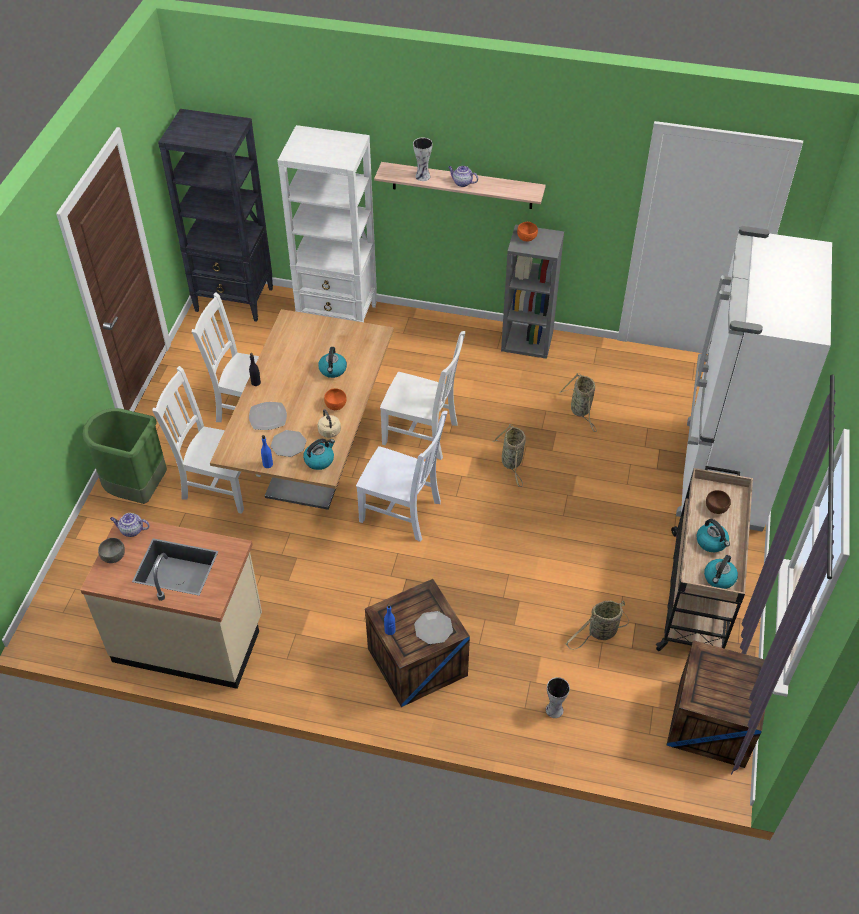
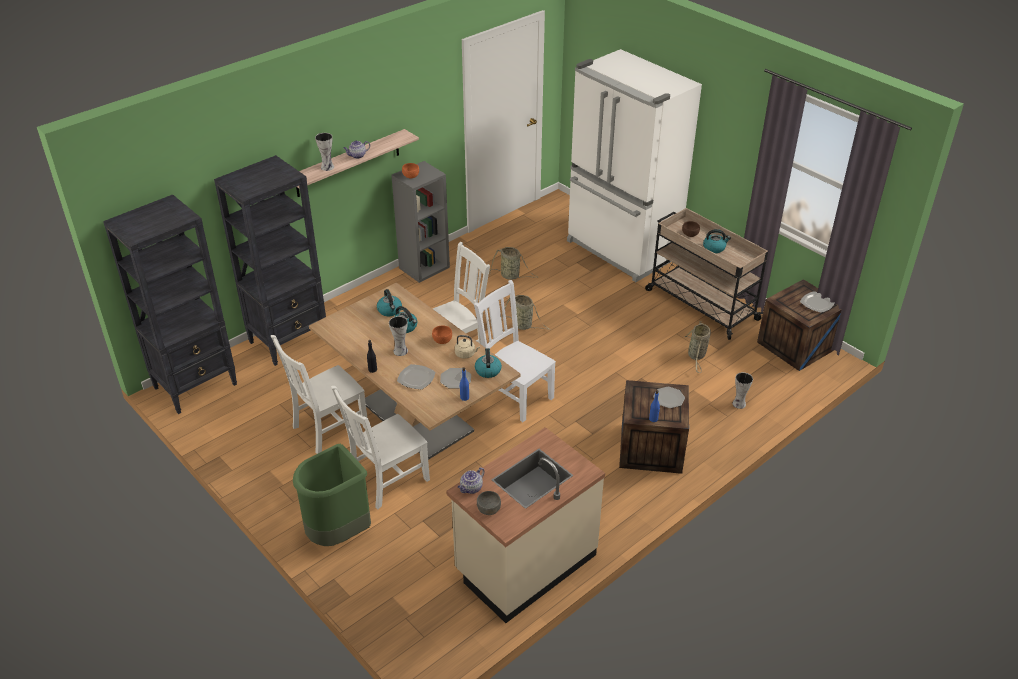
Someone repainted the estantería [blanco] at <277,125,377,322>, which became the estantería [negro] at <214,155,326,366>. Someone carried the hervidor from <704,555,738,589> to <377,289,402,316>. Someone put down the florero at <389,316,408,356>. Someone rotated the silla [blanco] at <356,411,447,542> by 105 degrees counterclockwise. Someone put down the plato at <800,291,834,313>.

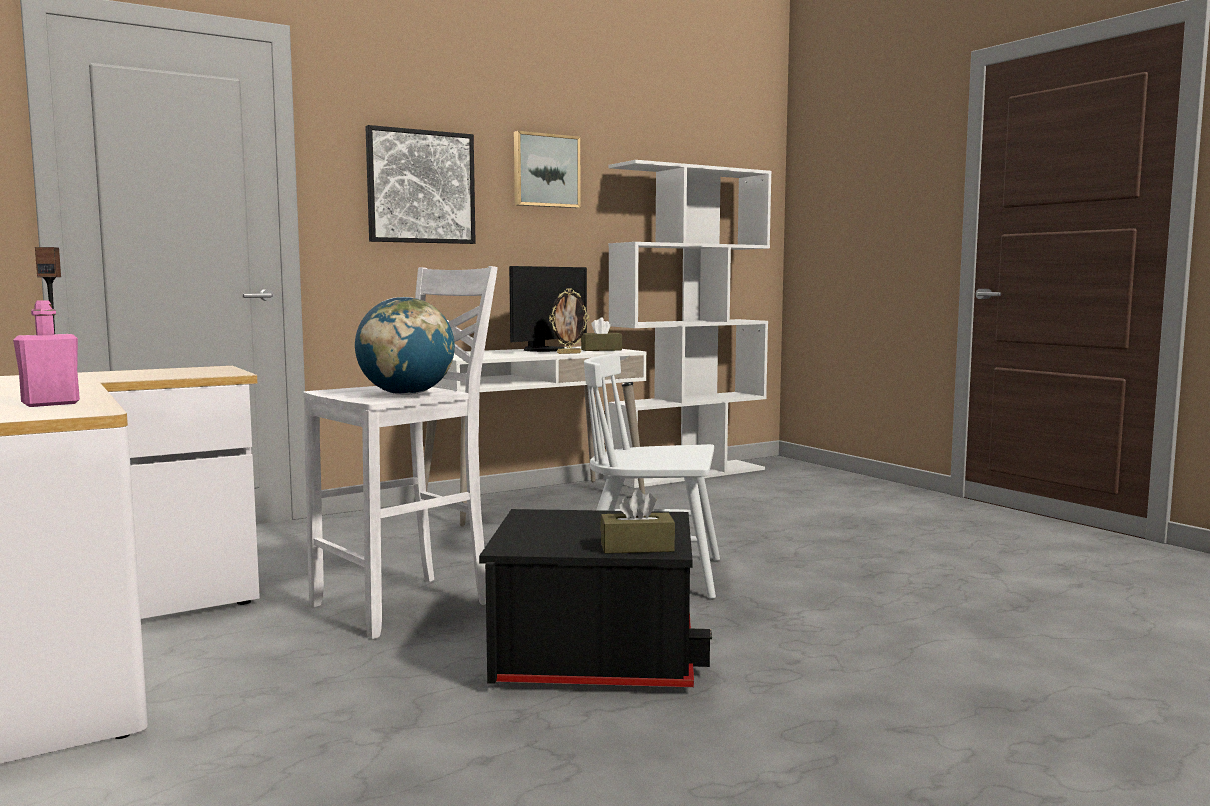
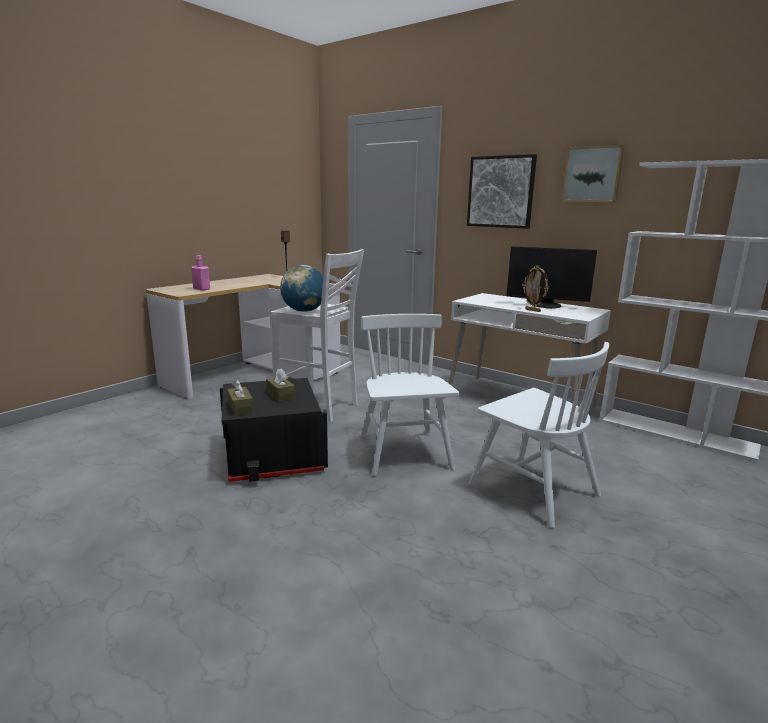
Someone carried the caja de pañuelos [marrón] from <581,317,622,351> to <266,368,295,402>. Someone put down the silla [blanco] at <468,342,609,528>.

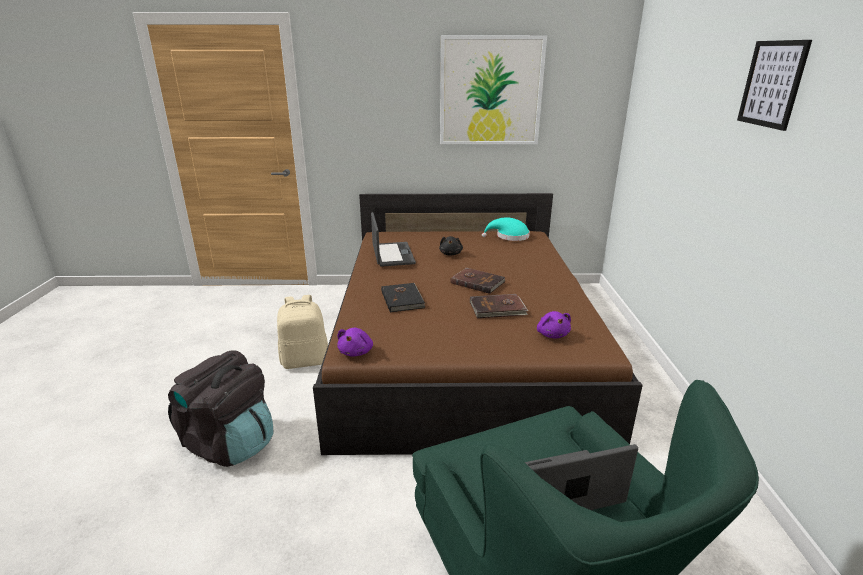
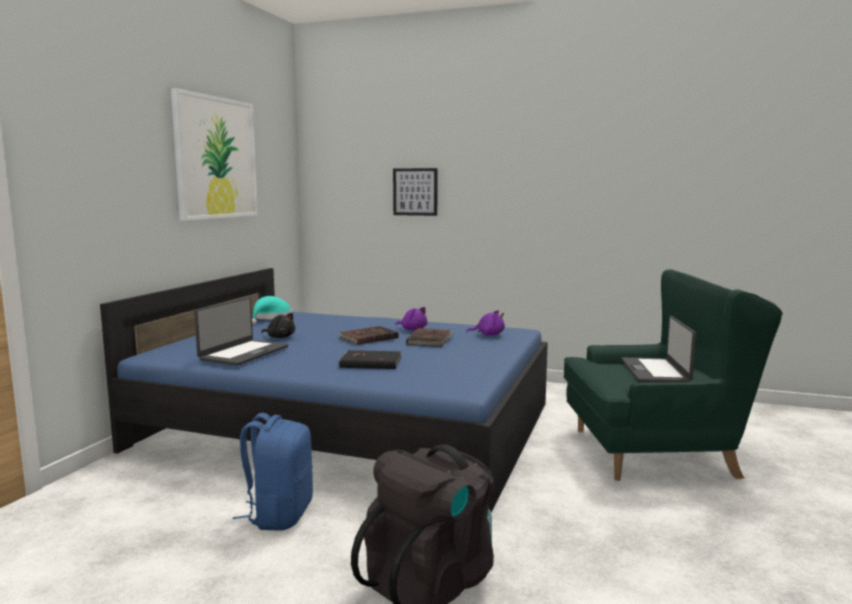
Someone repainted the cama [marrón] at <313,193,643,455>, which became the cama [azul] at <100,268,548,513>. Someone rotated the portátil at <371,212,416,267> by 105 degrees clockwise. Someone repainted the mochila [beis] at <277,295,328,369>, which became the mochila [azul] at <233,413,313,531>. Someone carried the cuadro from <737,40,812,131> to <393,168,437,216>. Someone carried the peluche [morado] from <337,328,373,356> to <395,307,428,330>.

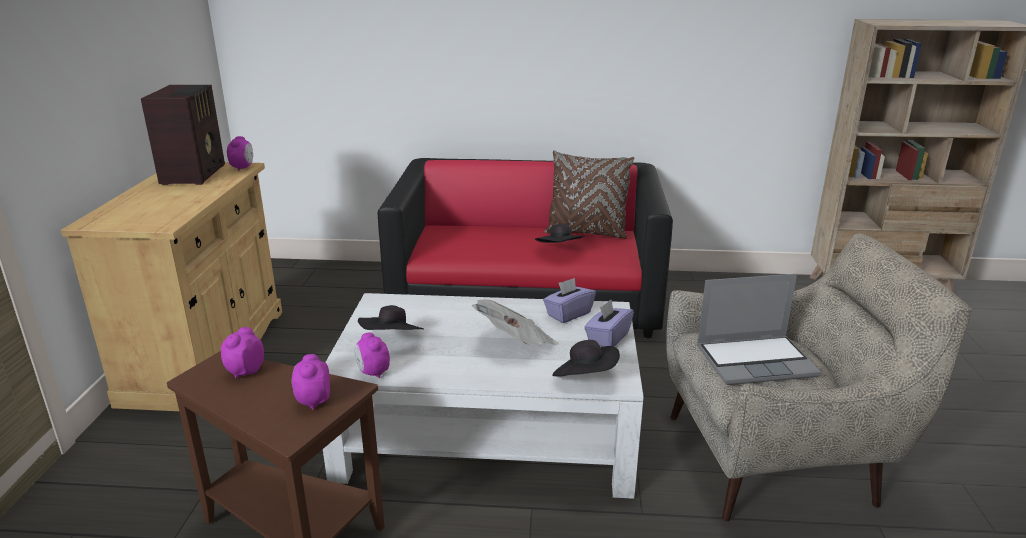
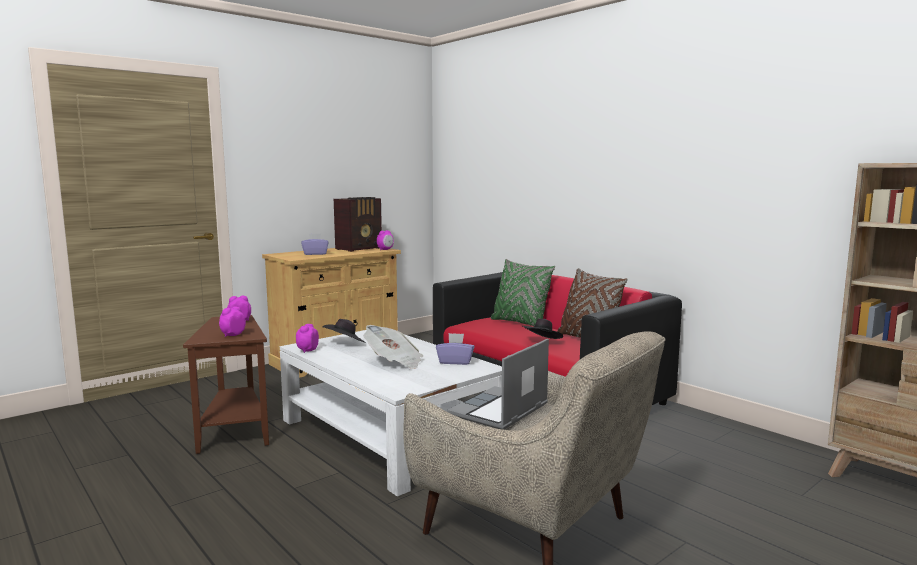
Someone carried the caja de pañuelos [morado] from <584,300,634,347> to <301,233,329,255>. Someone rotated the portátil at <697,274,821,385> by 90 degrees clockwise. Someone put down the cojín [verde] at <491,259,555,326>. Someone took away the sombrero [negro] at <552,340,620,376>.

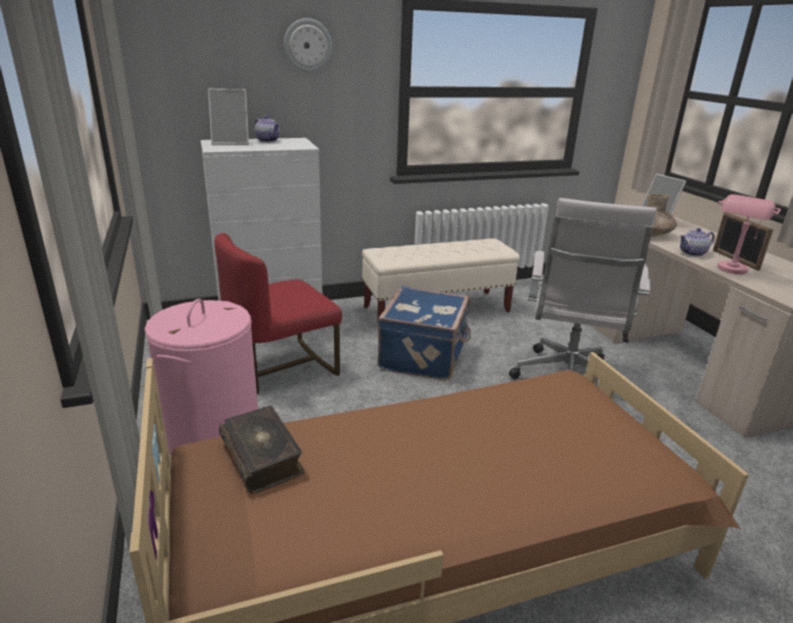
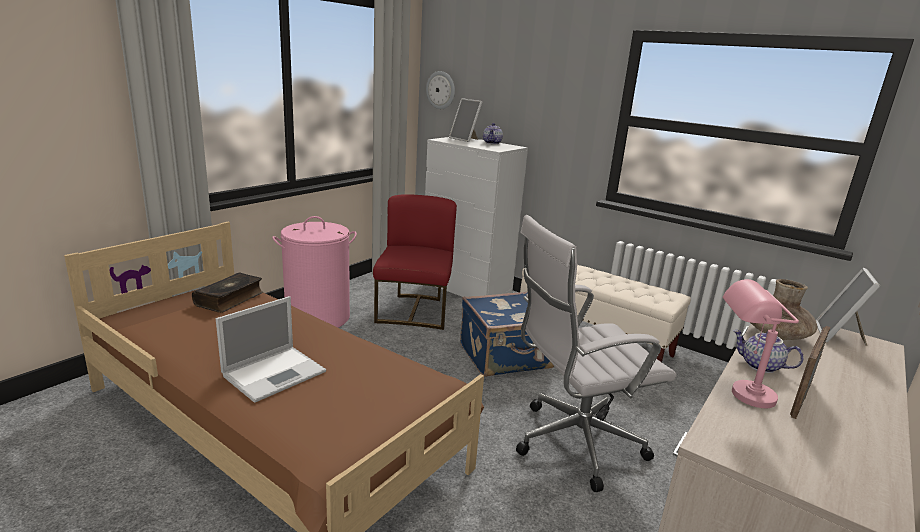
Someone put down the portátil at <216,296,326,403>. Someone rotated the silla [rojo] at <215,233,342,394> by 75 degrees clockwise. Someone carried the reloj de pared from <284,18,332,72> to <426,71,455,109>.

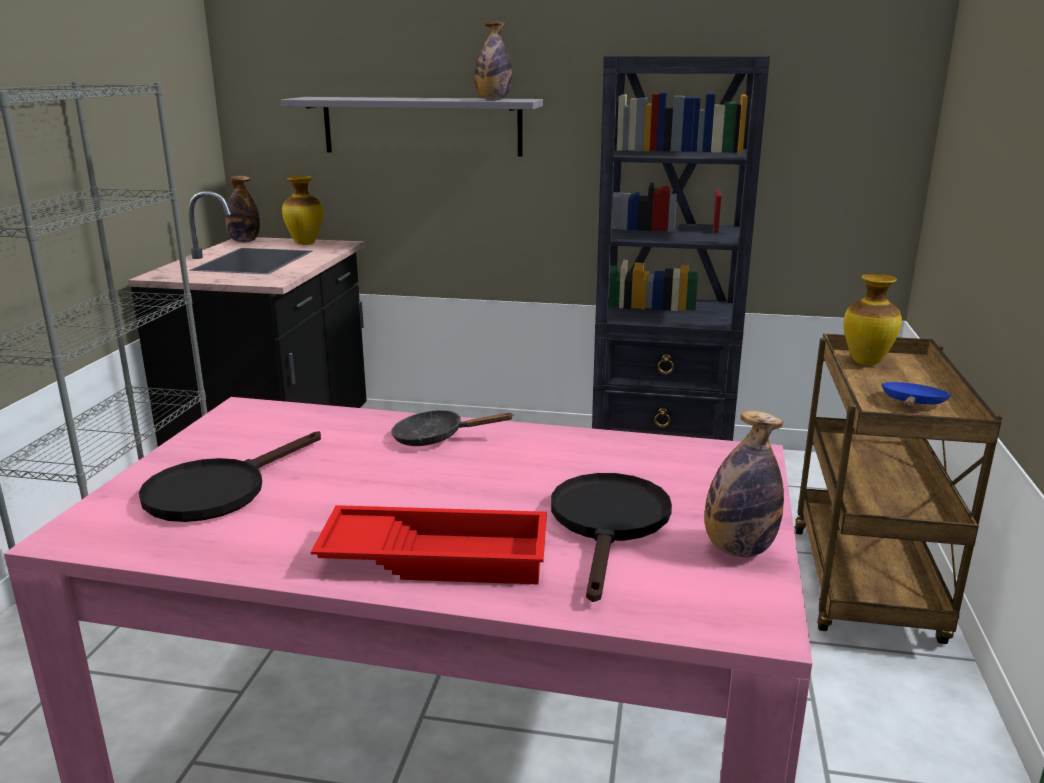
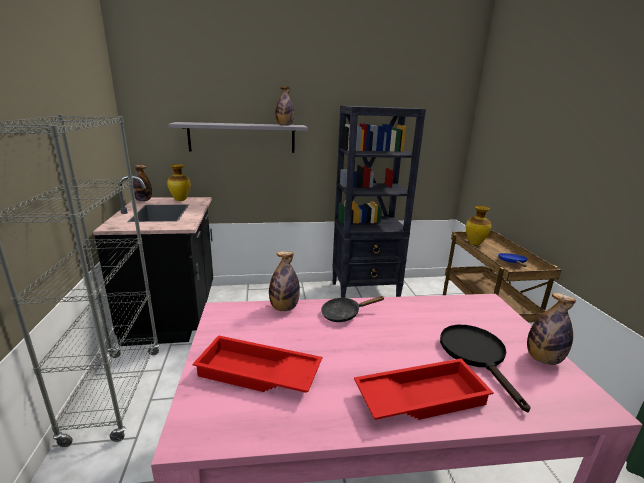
Someone swapped the sartén [negro] at <139,431,321,522> for the bandeja [rojo] at <193,335,322,393>. Someone put down the botella at <269,251,300,311>.

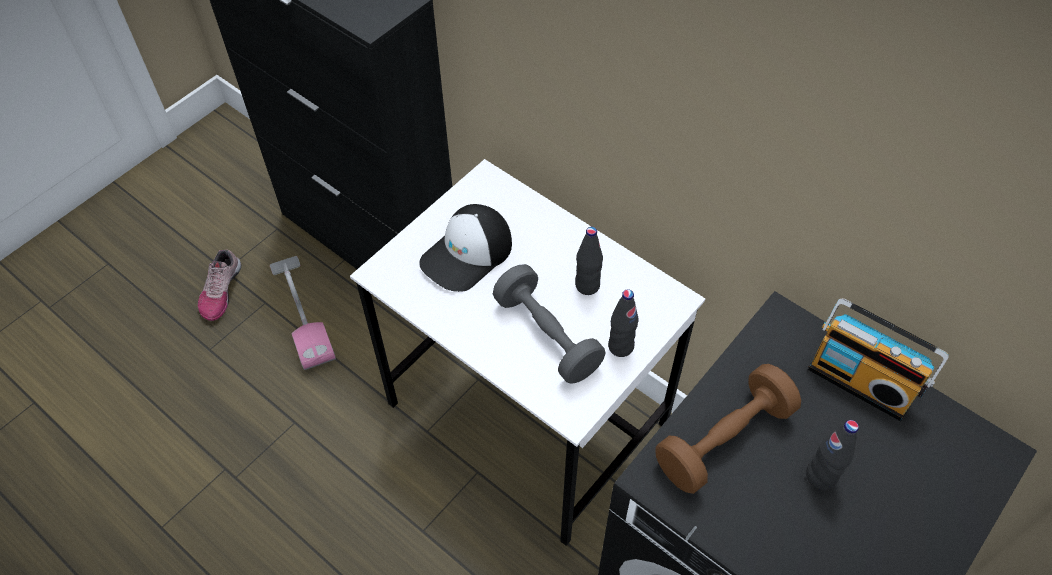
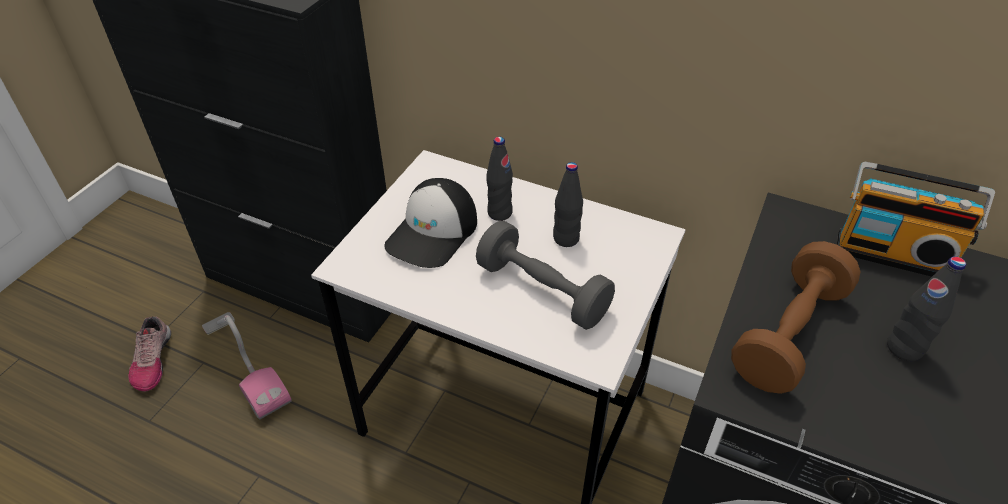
Someone carried the botella [negro] from <608,289,639,357> to <486,137,513,221>.

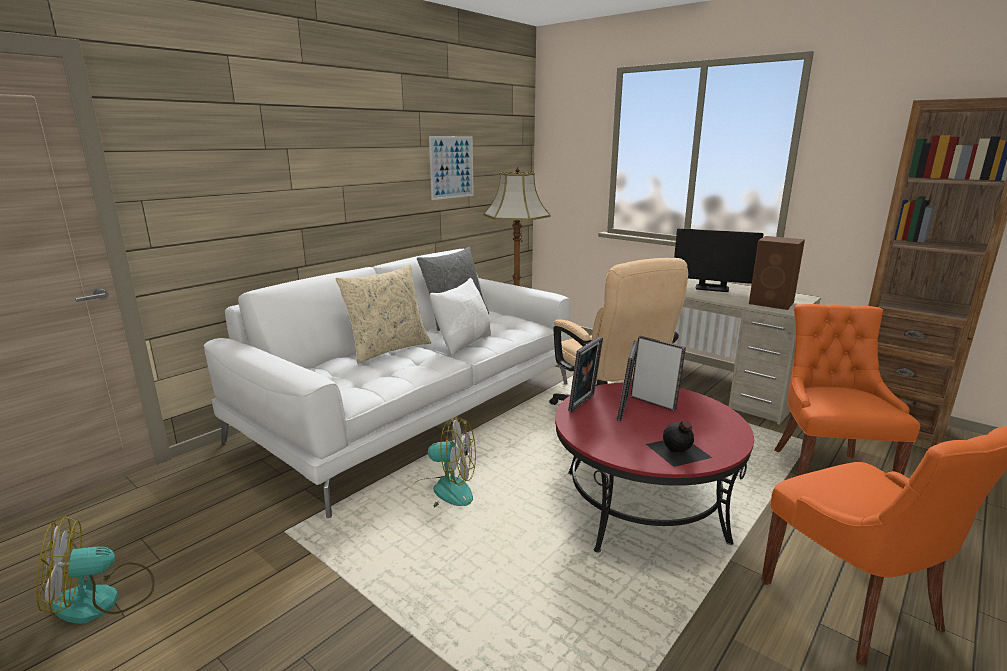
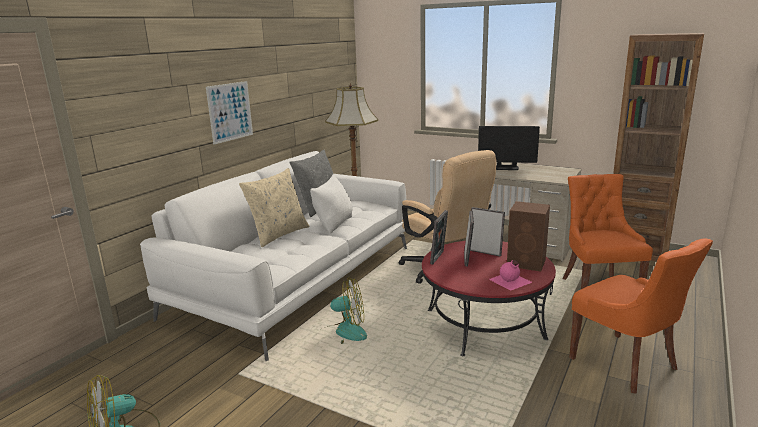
Someone carried the cuadro from <429,136,474,200> to <206,81,253,145>. Someone repainted the botella [negro] at <646,421,712,467>, which became the botella [rosa] at <489,260,532,291>. Someone carried the altavoz [marrón] from <749,236,805,310> to <507,201,550,272>.

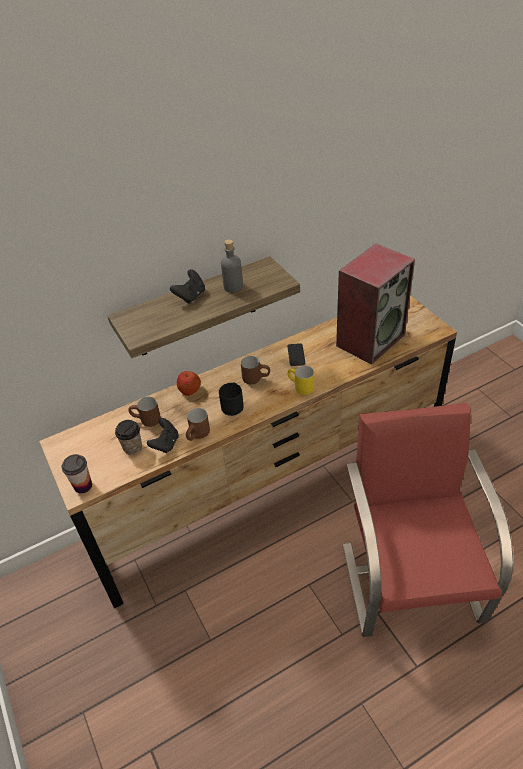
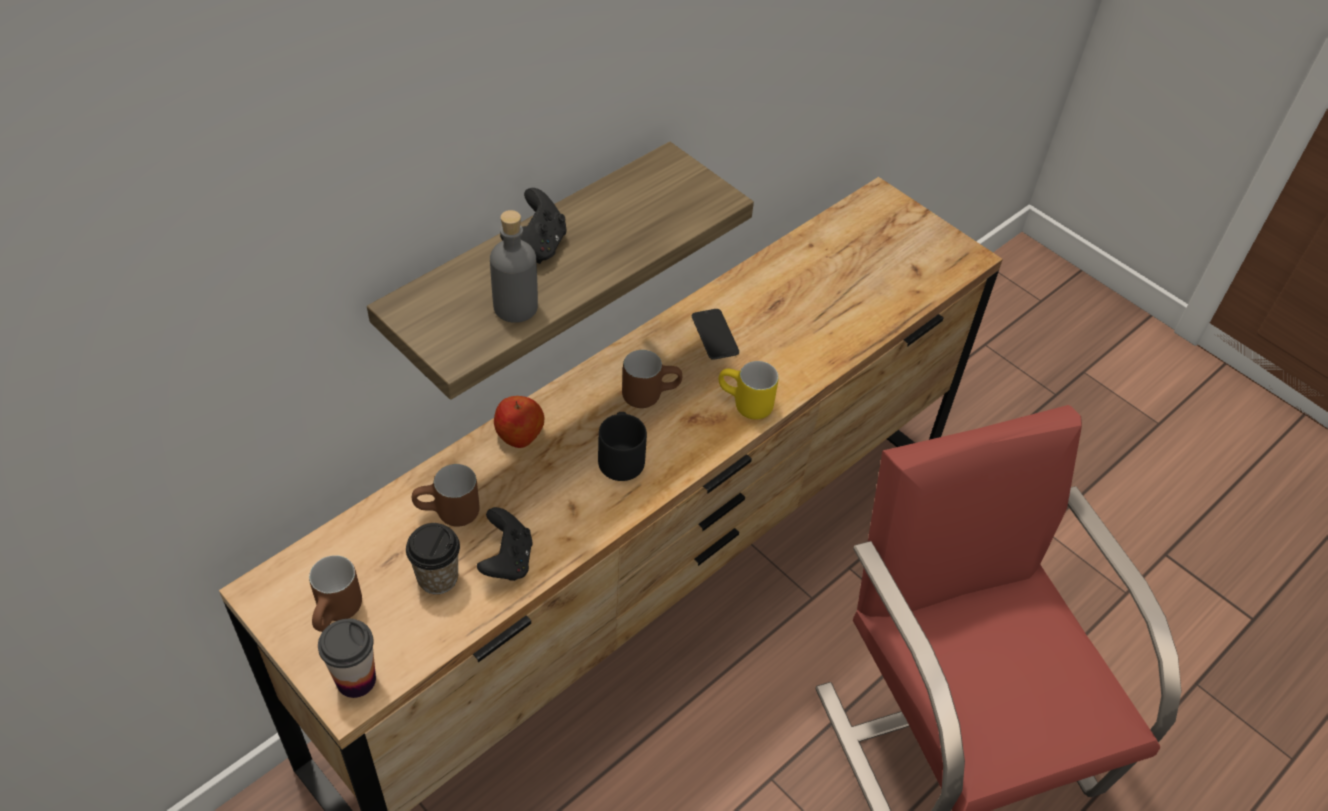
Someone carried the taza grande [marrón] from <186,408,210,441> to <309,555,362,632>. Someone carried the botella [gris] from <221,239,243,293> to <490,210,538,323>. Someone took away the altavoz at <336,243,415,365>.

